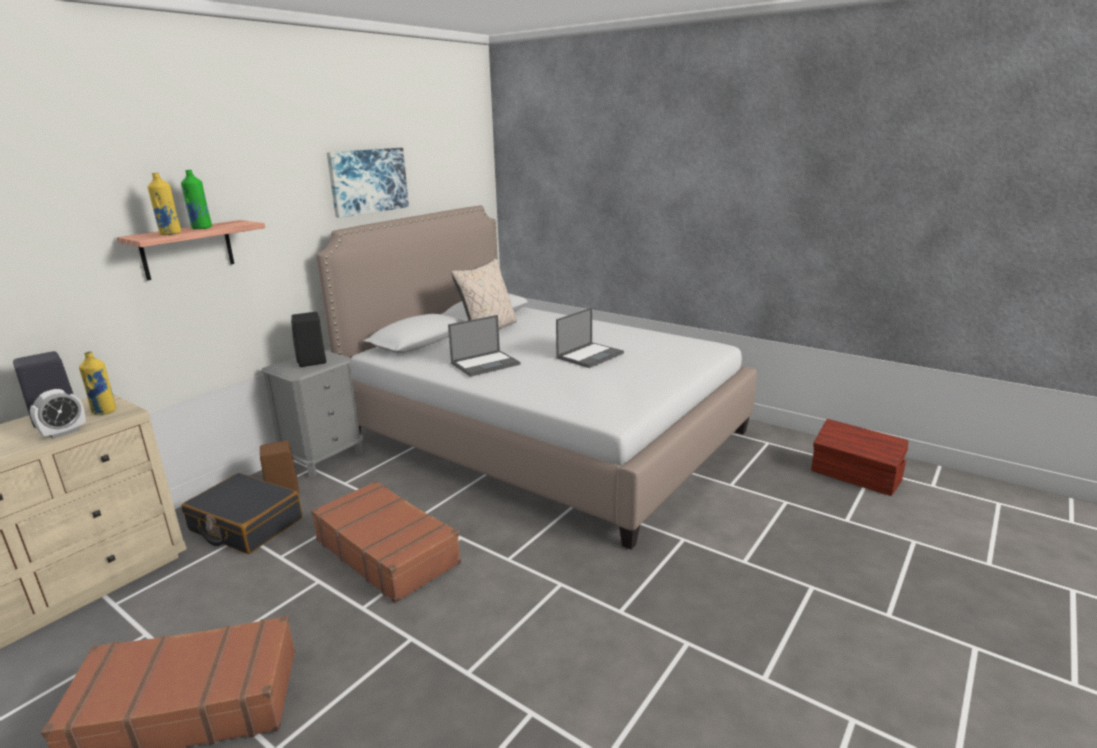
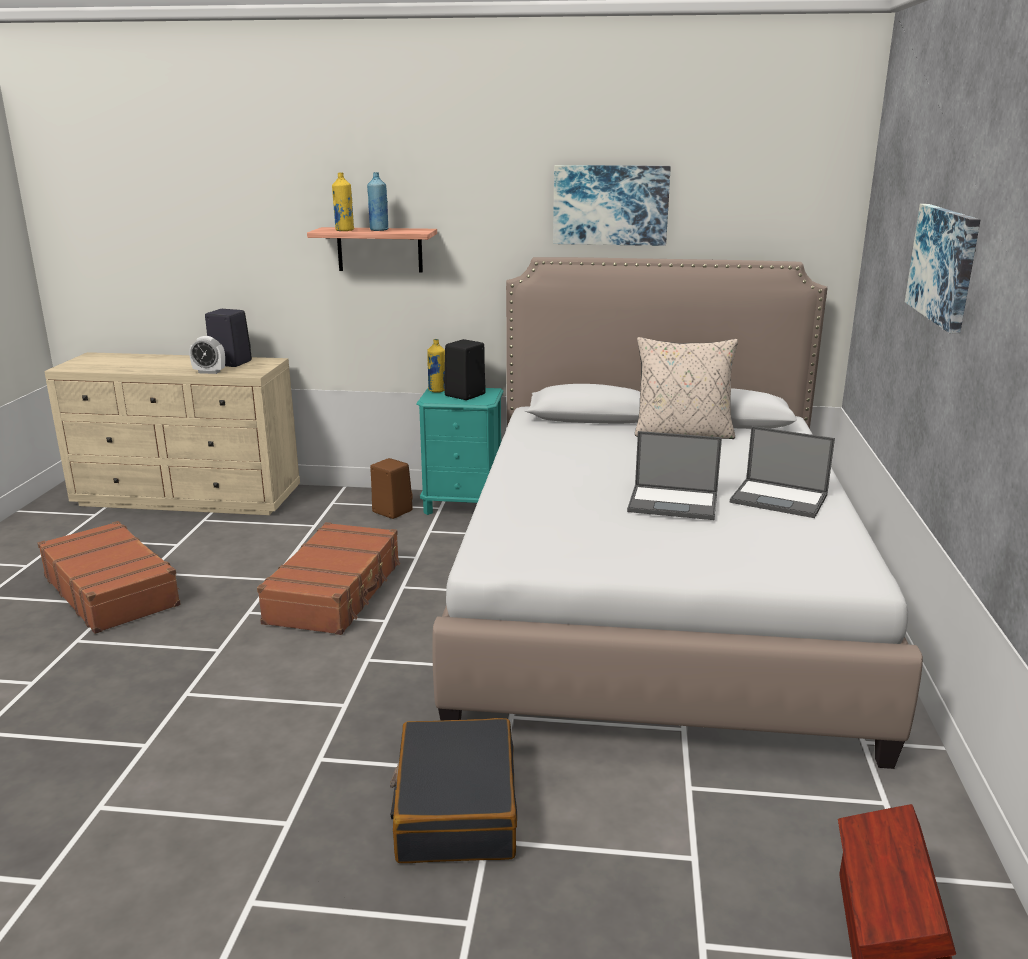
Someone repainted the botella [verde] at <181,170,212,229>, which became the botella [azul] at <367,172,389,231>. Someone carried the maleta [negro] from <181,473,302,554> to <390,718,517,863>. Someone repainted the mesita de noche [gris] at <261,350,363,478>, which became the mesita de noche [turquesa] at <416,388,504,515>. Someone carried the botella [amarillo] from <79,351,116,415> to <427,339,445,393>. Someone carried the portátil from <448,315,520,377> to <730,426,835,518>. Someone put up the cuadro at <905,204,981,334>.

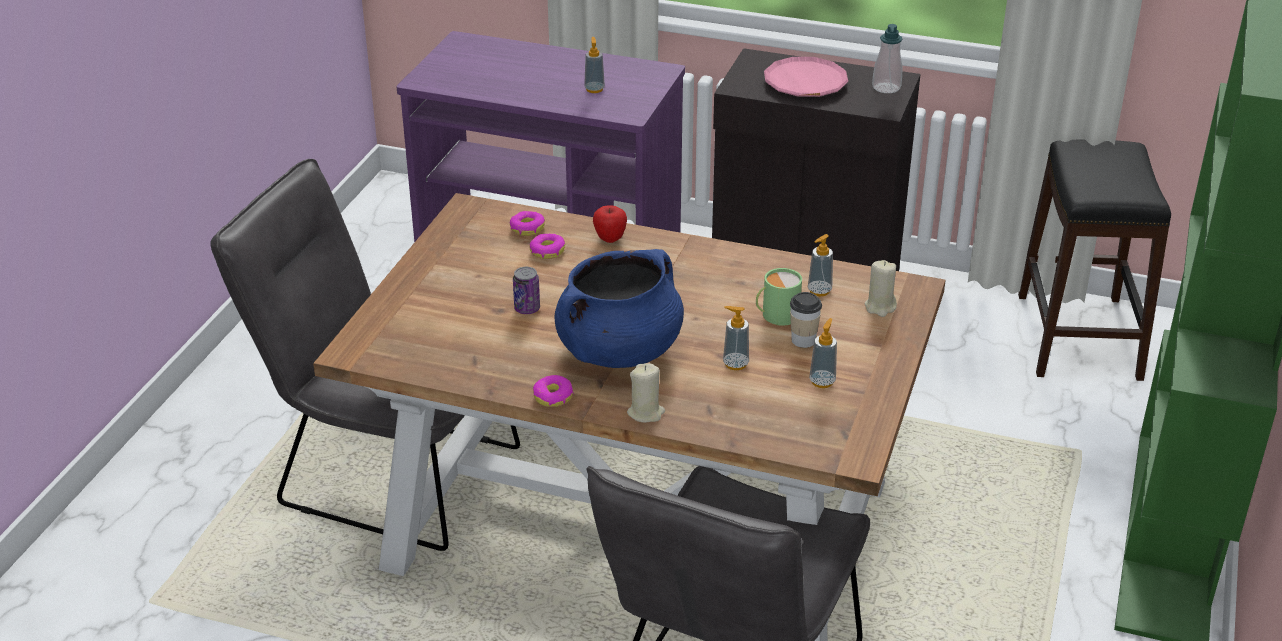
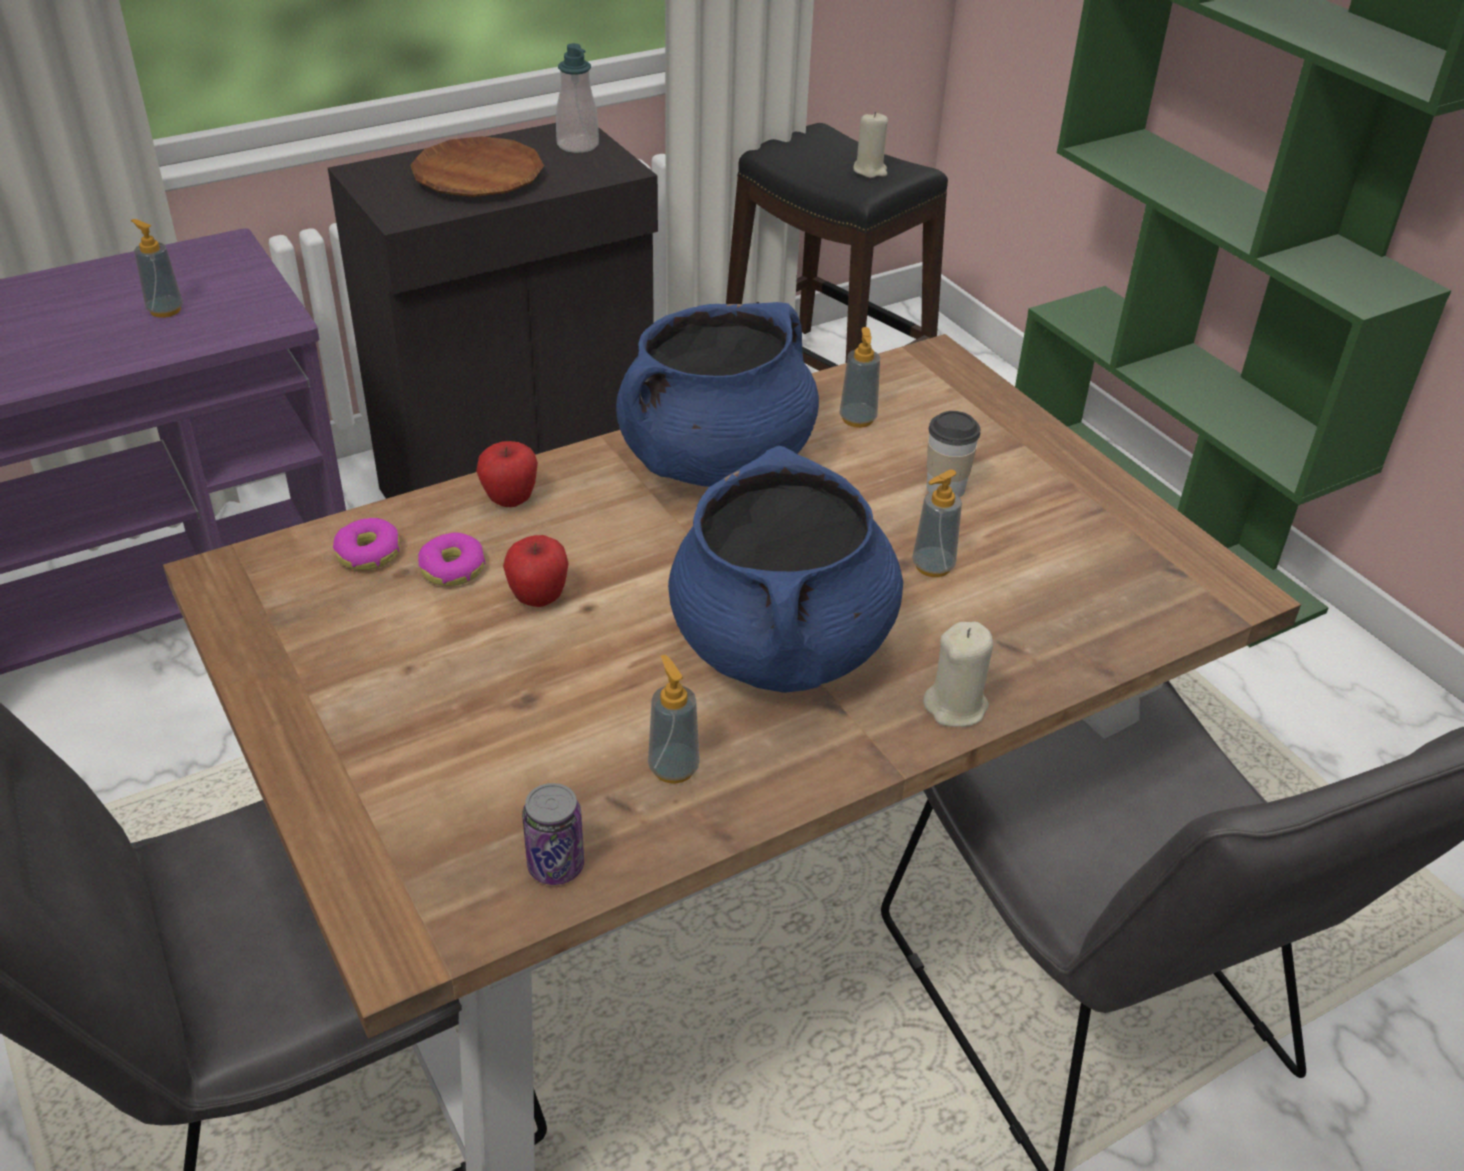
Someone repainted the plato [rosa] at <764,57,848,97>, which became the plato [marrón] at <410,136,544,197>. Someone put down the manzana at <503,535,568,607>. Someone carried the lata from <513,267,540,314> to <522,783,584,885>. Someone put down the olla [azul] at <616,302,819,487>. Someone carried the dispensador de jabón from <809,318,837,388> to <648,655,700,784>. Someone carried the vela [beis] from <864,260,897,317> to <853,112,888,178>. Someone took away the rosquilla at <533,375,574,407>. Someone took away the taza grande [verde] at <756,268,802,326>.

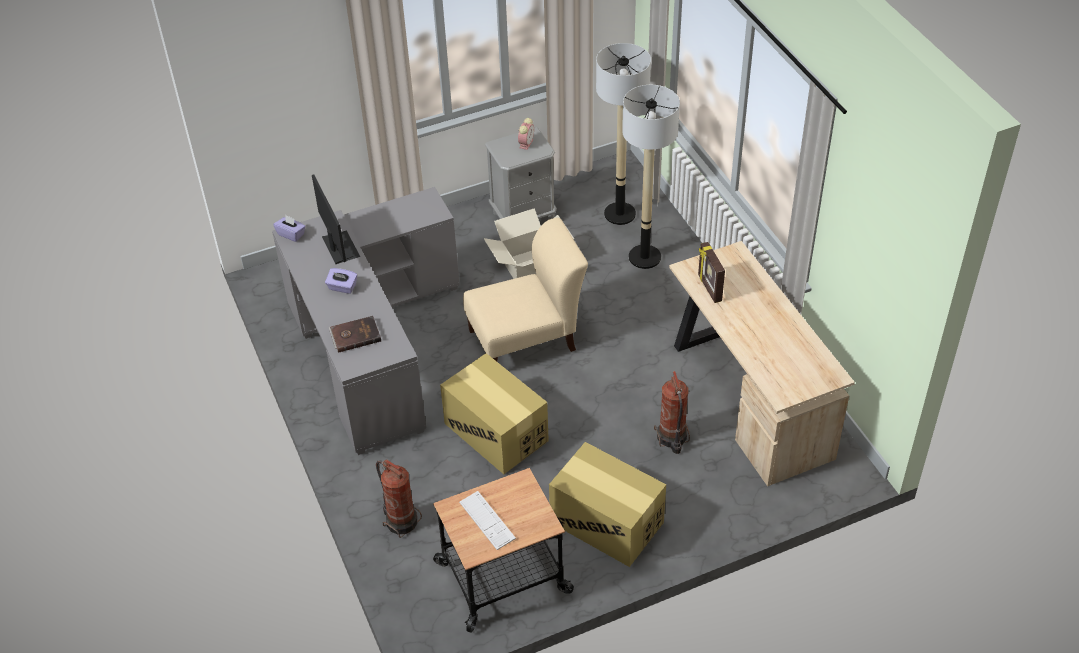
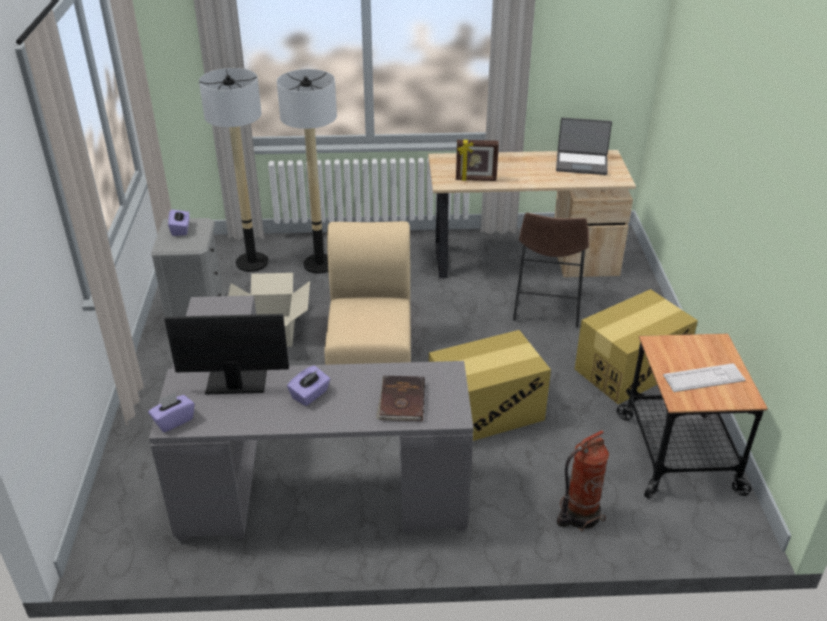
Someone swapped the despertador at <518,118,534,150> for the caja de pañuelos [morado] at <168,210,190,236>. Someone swapped the extintor at <654,371,690,454> for the taburete [marrón] at <513,213,589,328>. Someone put down the portátil at <556,118,612,175>.

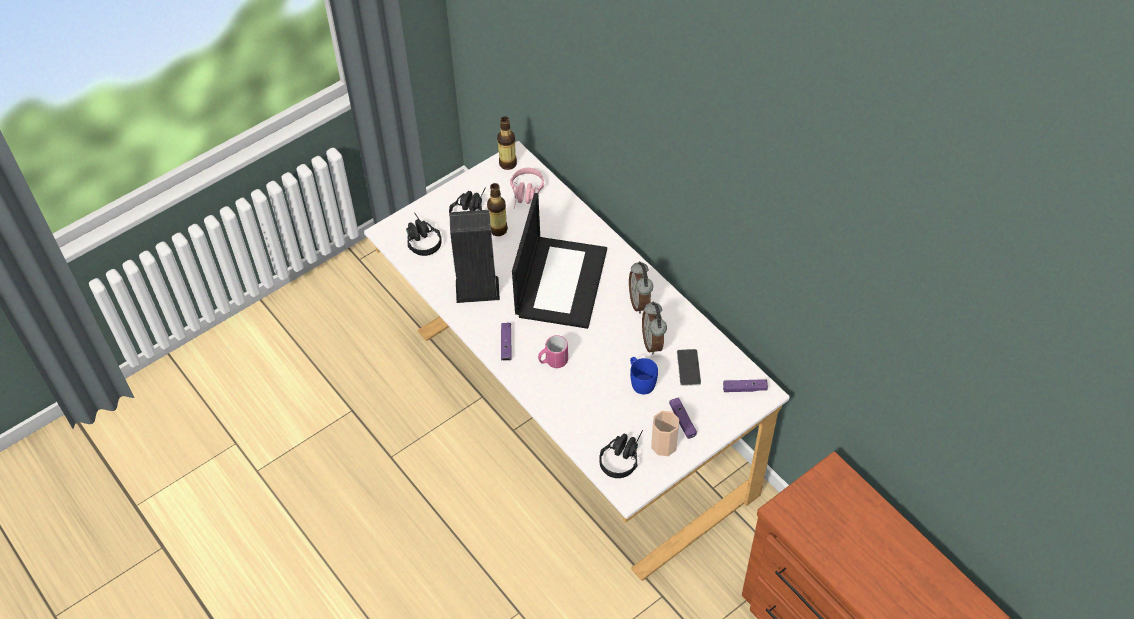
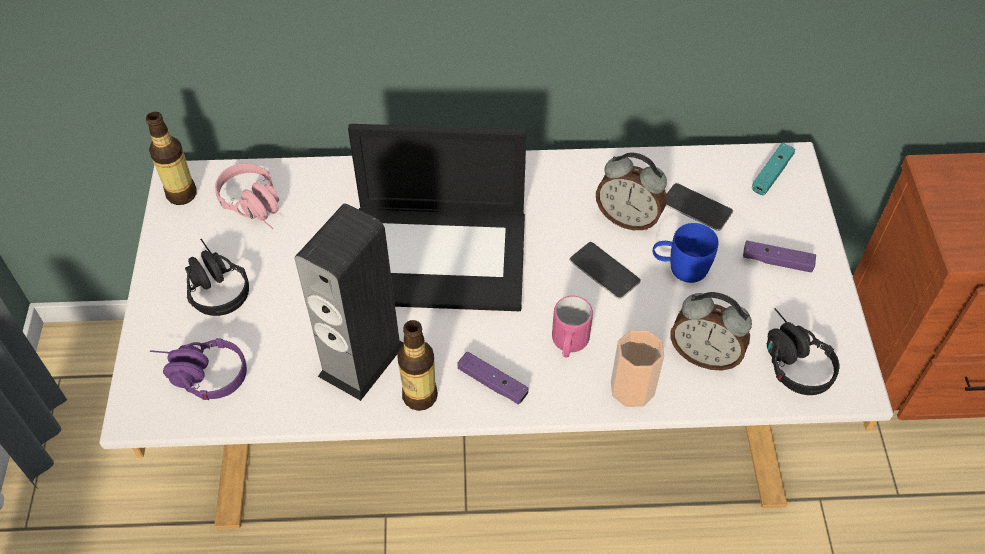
Someone repainted the auriculares [negro] at <406,214,442,256>, which became the auriculares [morado] at <150,338,247,400>. Someone rotated the portátil at <512,193,607,329> by 135 degrees clockwise. Someone carried the botella from <487,183,508,236> to <398,320,438,411>. Someone put down the móvil at <569,242,641,299>. Someone carried the taza from <651,411,679,456> to <611,330,664,407>. Someone carried the despertador from <629,261,653,314> to <670,292,752,370>. Someone repainted the mando de consola [morado] at <723,379,768,392>, which became the mando de consola [turquesa] at <752,143,795,195>.

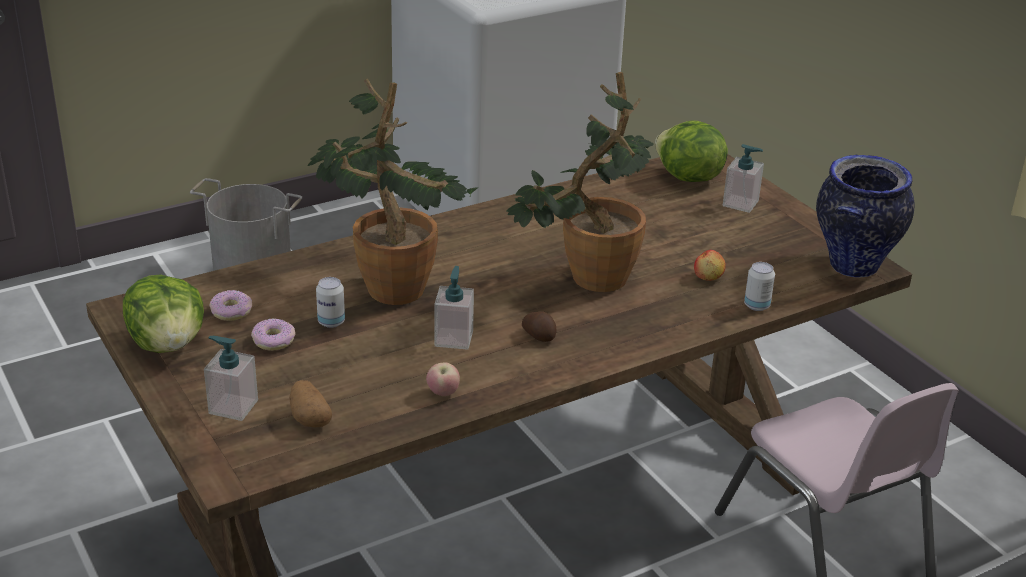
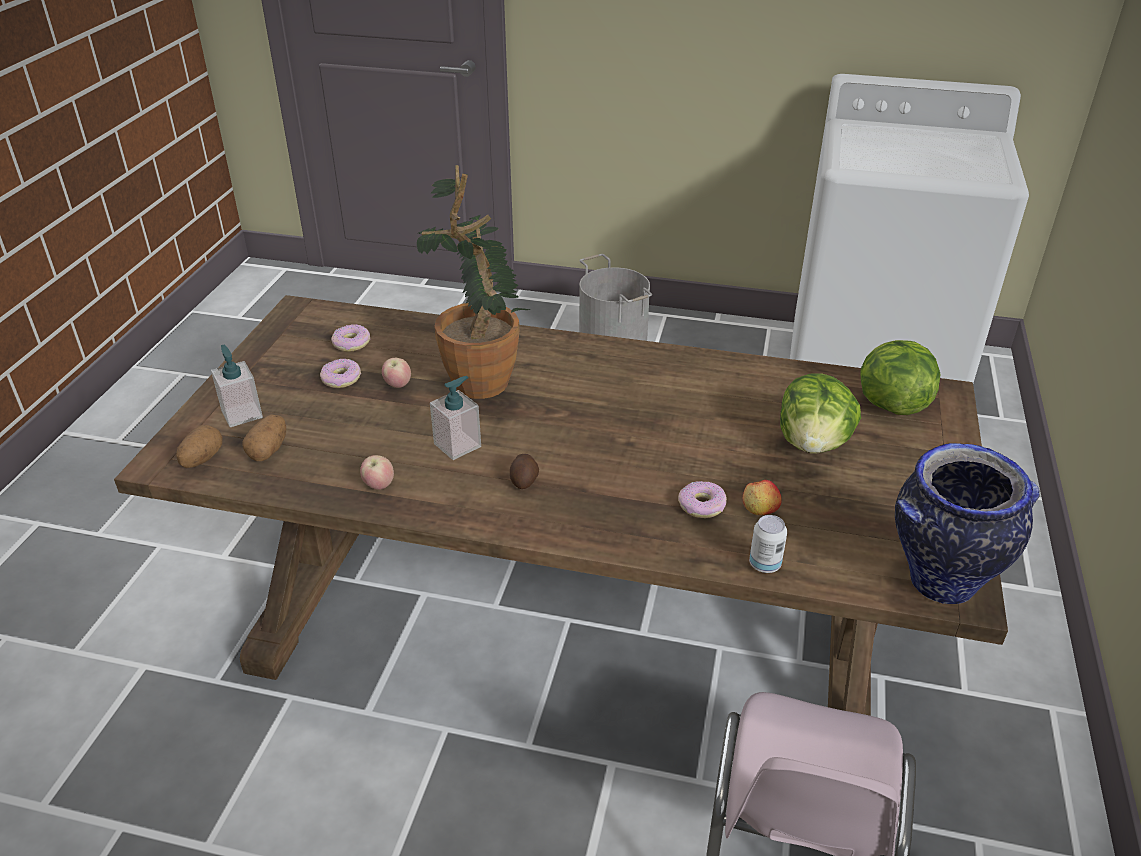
Someone put down the patata at <176,425,223,468>. Someone swapped the lata at <316,277,345,328> for the manzana at <382,358,411,388>. Someone put down the rosquilla at <678,481,727,518>. Someone carried the lechuga from <123,274,204,353> to <780,373,861,453>. Someone took away the planta en maceta at <506,72,654,292>. Someone took away the dispensador de jabón at <723,144,764,213>.

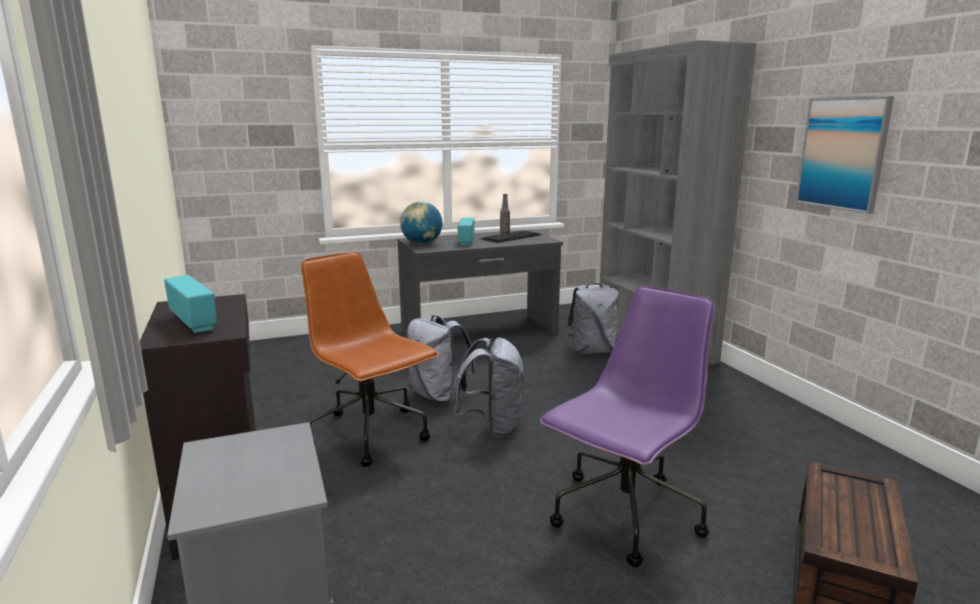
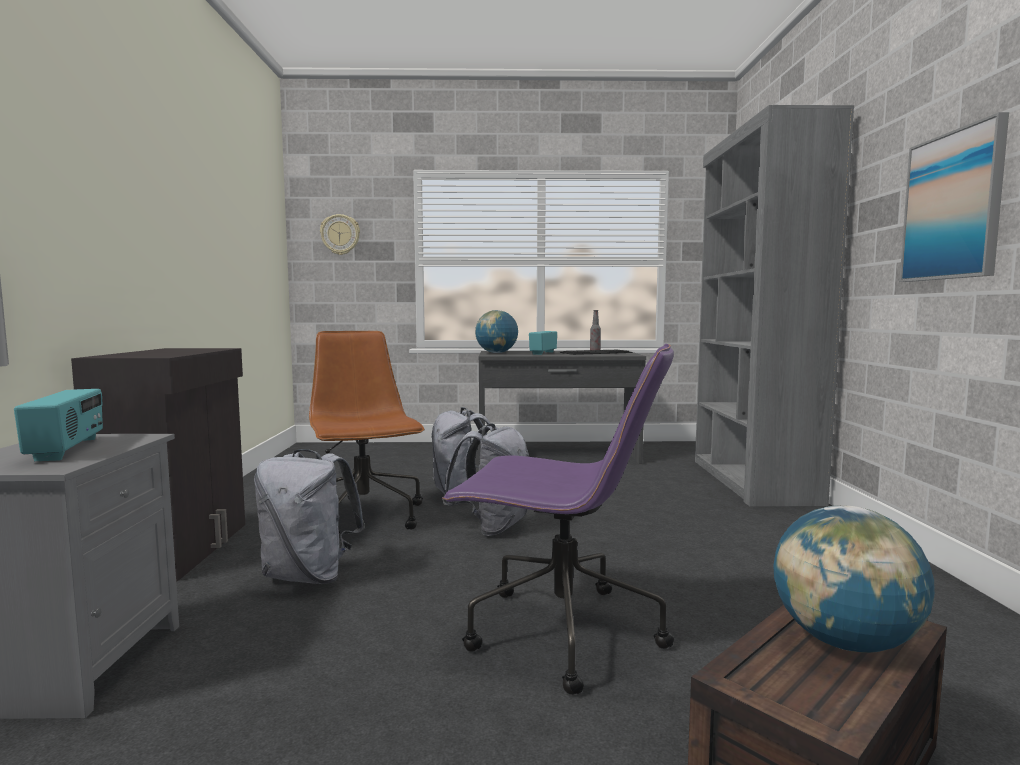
Someone carried the radio from <164,275,217,333> to <14,389,103,461>. Someone carried the mochila [gris] from <566,283,619,354> to <254,449,365,584>. Someone put up the reloj de pared at <320,214,360,255>. Someone rotated the silla de oficina [morado] at <539,286,715,567> by 45 degrees clockwise. Someone put down the globo terráqueo at <773,505,935,653>.

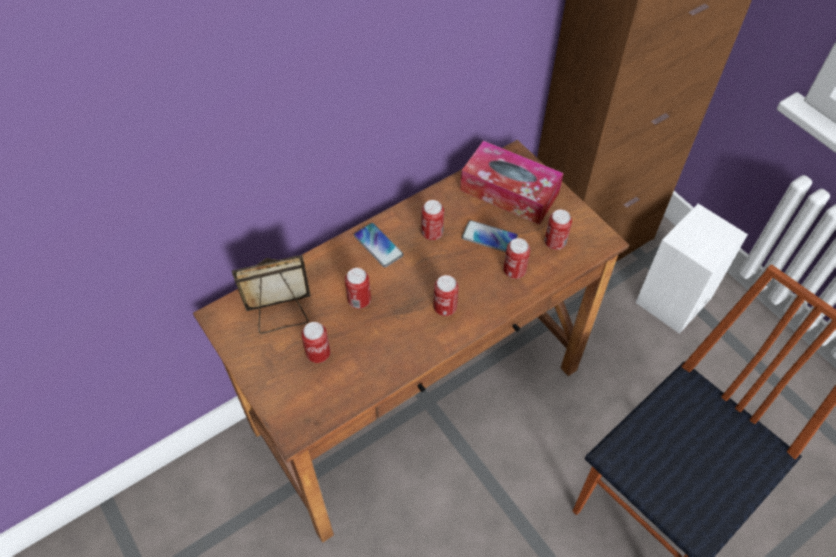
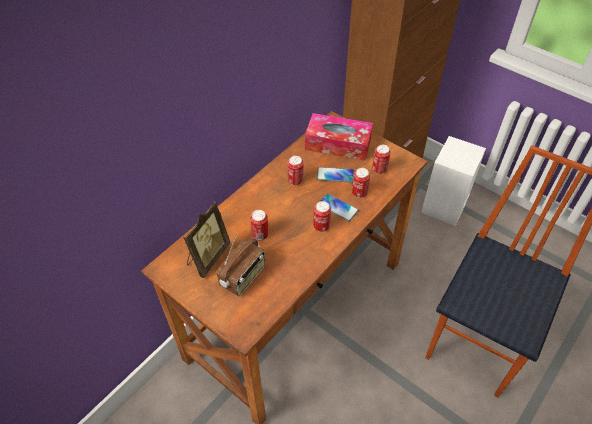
Someone rotated the portarretratos at <232,255,310,334> by 150 degrees clockwise. Someone swapped the lata at <301,322,330,363> for the radio at <216,233,266,296>. Someone carried the móvil from <354,223,404,267> to <319,194,359,222>.

